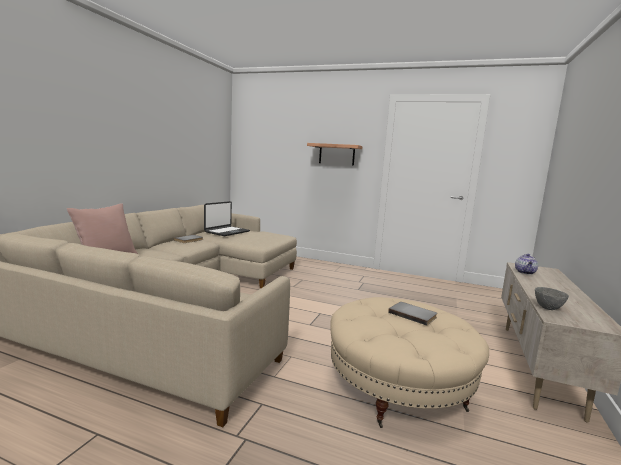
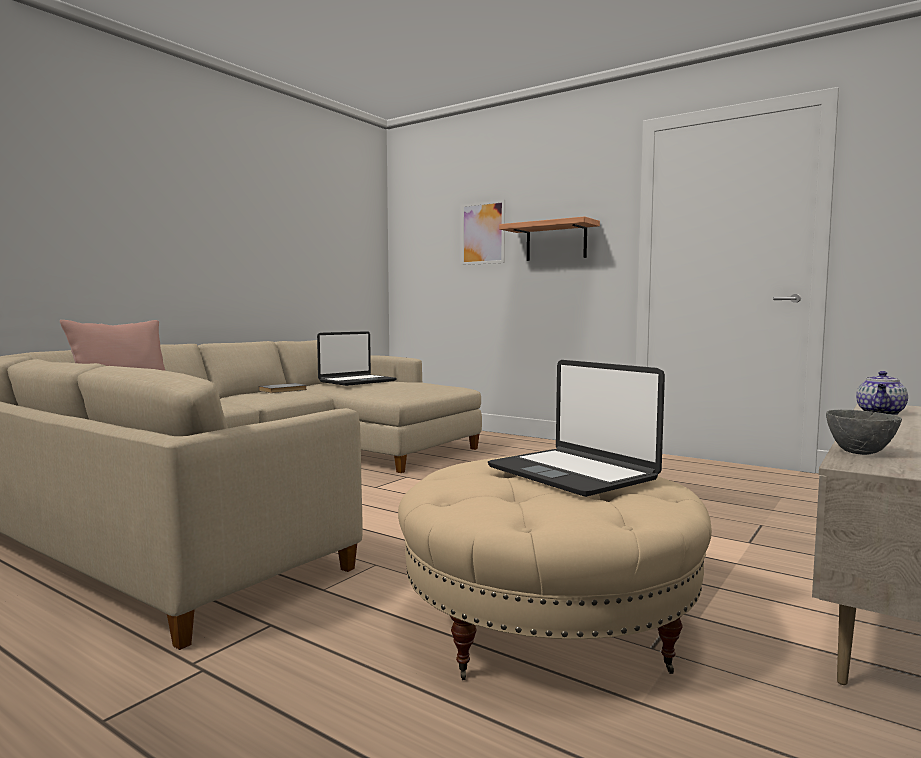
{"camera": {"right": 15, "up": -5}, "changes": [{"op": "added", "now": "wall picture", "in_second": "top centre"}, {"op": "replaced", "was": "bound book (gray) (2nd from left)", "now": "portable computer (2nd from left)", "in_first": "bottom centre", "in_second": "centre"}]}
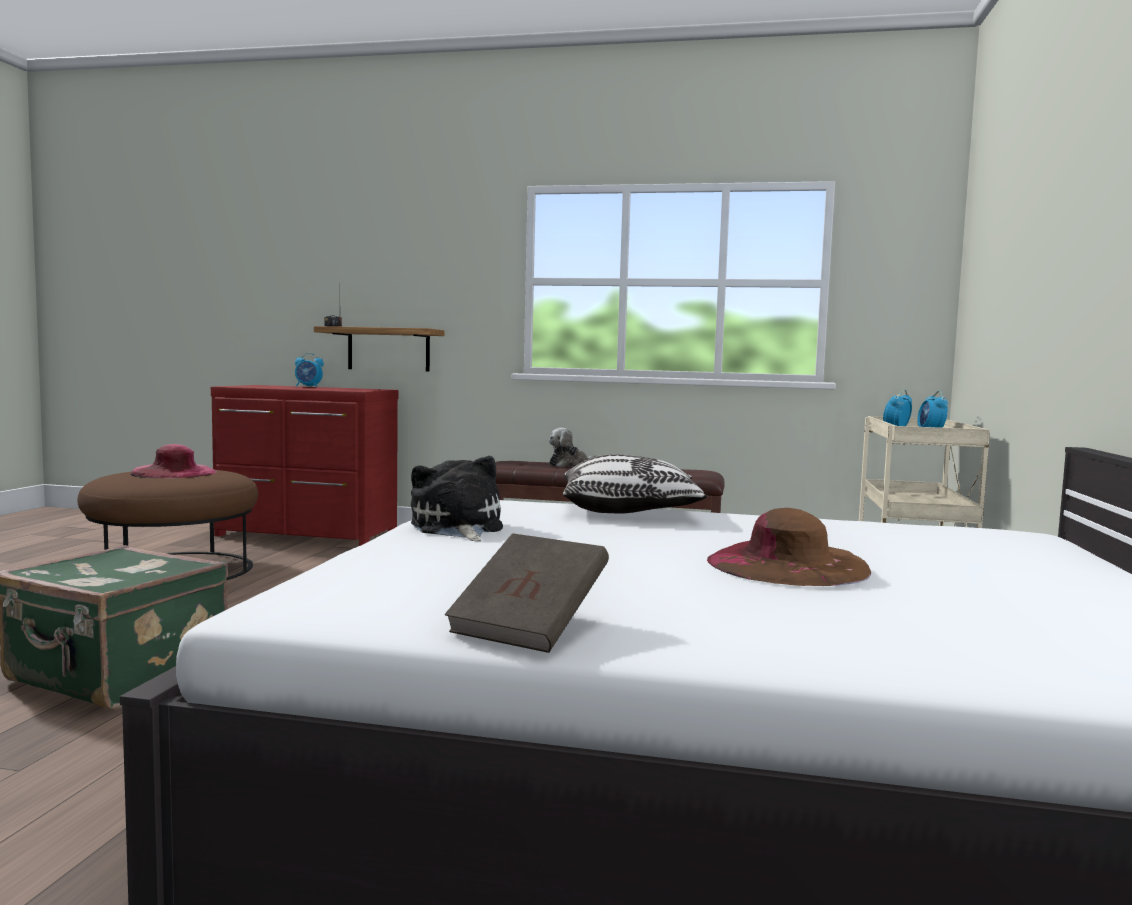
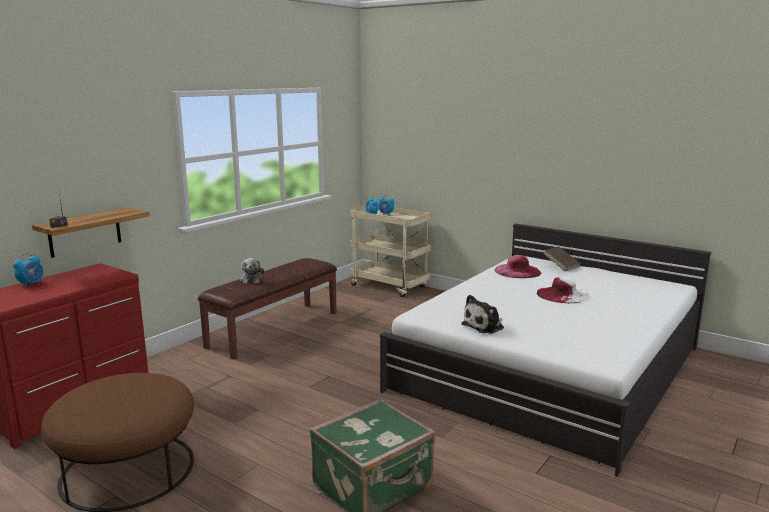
{"camera": {"right": -65, "up": 10}, "changes": [{"op": "turned", "was": "cuddly toy (1st from left in the first image)", "in_first": "centre", "in_second": "centre", "clockwise": -45}, {"op": "moved", "was": "clothing hat (pinkish)", "in_first": "middle left", "in_second": "middle right"}, {"op": "recoloured", "was": "clothing hat (brownish)", "now": "clothing hat (white-coloured)", "in_first": "middle right", "in_second": "middle right"}, {"op": "moved", "was": "bound book (brownish)", "in_first": "centre", "in_second": "middle right"}, {"op": "removed", "was": "throw pillow", "in_first": "centre"}]}
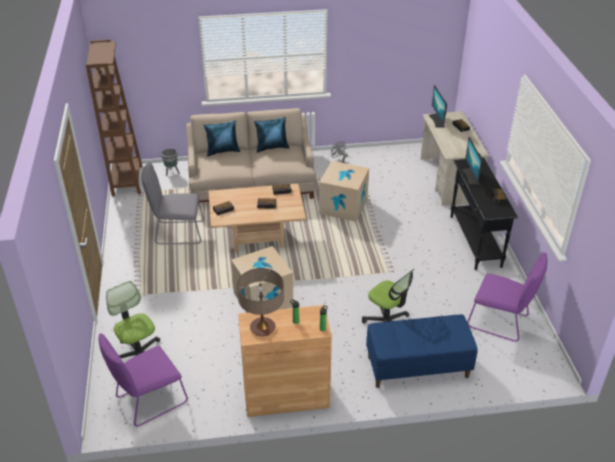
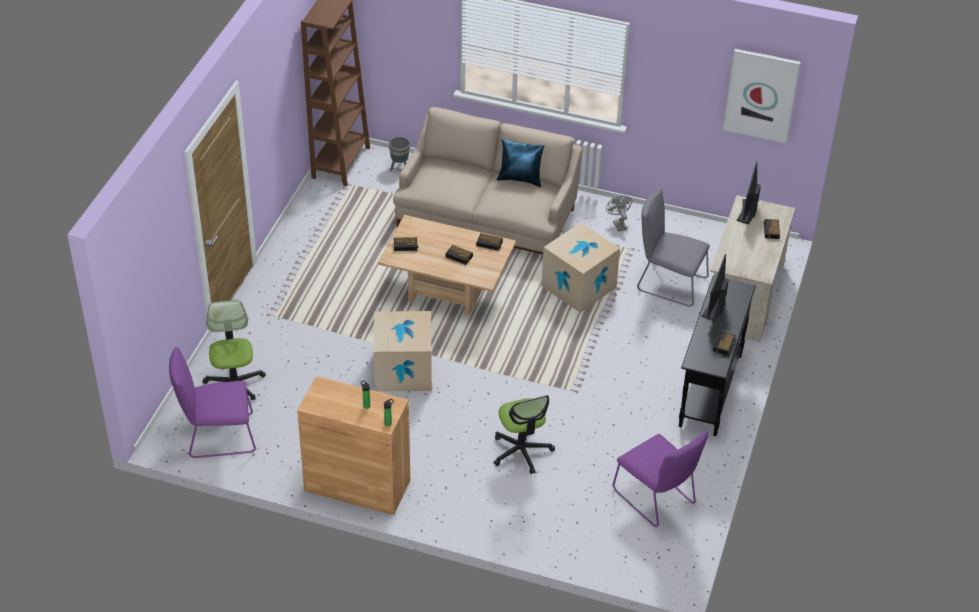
{"camera": {"right": 25, "up": 5}, "changes": [{"op": "moved", "was": "upright chair (gray)", "in_first": "middle left", "in_second": "middle right"}, {"op": "added", "now": "wall picture", "in_second": "top right"}, {"op": "removed", "was": "throw pillow (bluish) (1st from left)", "in_first": "top centre"}, {"op": "removed", "was": "table lamp", "in_first": "centre"}, {"op": "removed", "was": "long seat (bluish)", "in_first": "bottom right"}]}
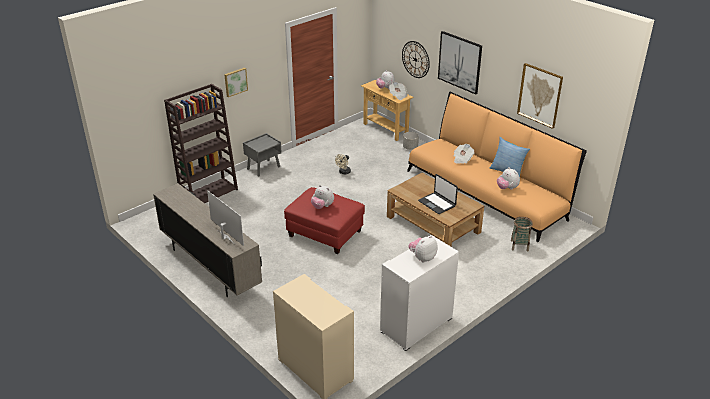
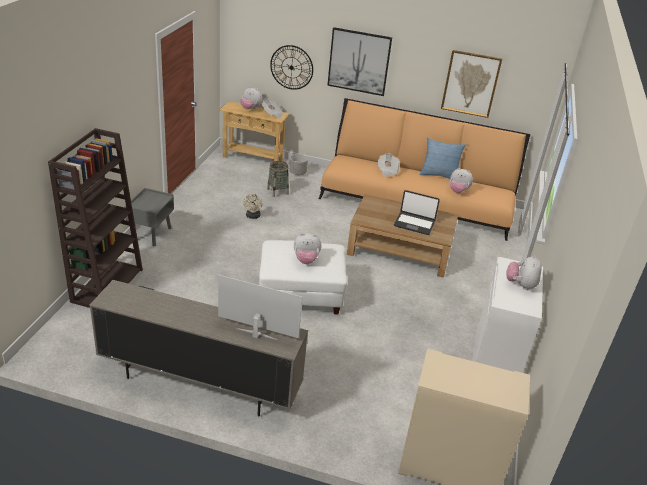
{"camera": {"right": -35, "up": 0}, "changes": [{"op": "recoloured", "was": "ottoman (red-coloured)", "now": "ottoman (white-coloured)", "in_first": "centre", "in_second": "centre"}, {"op": "moved", "was": "basket", "in_first": "middle right", "in_second": "centre"}, {"op": "removed", "was": "wall picture (1st from left)", "in_first": "top left"}]}
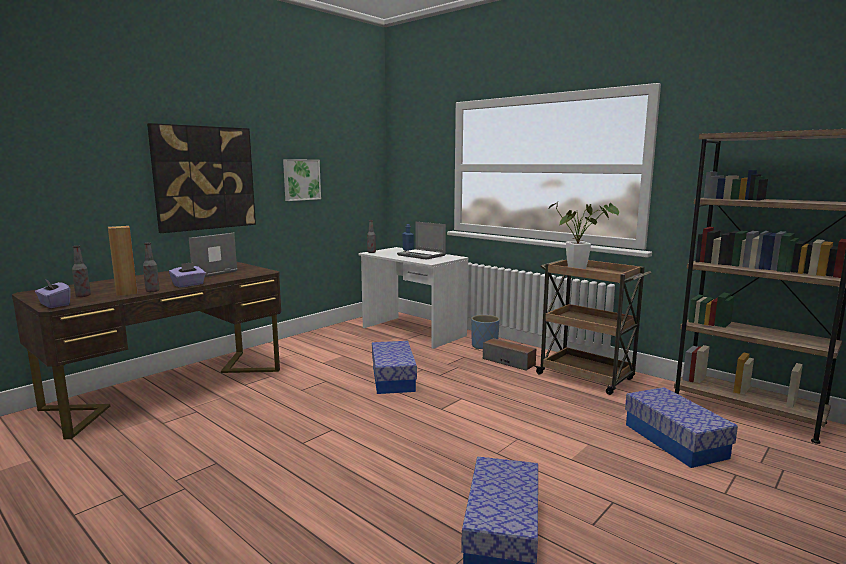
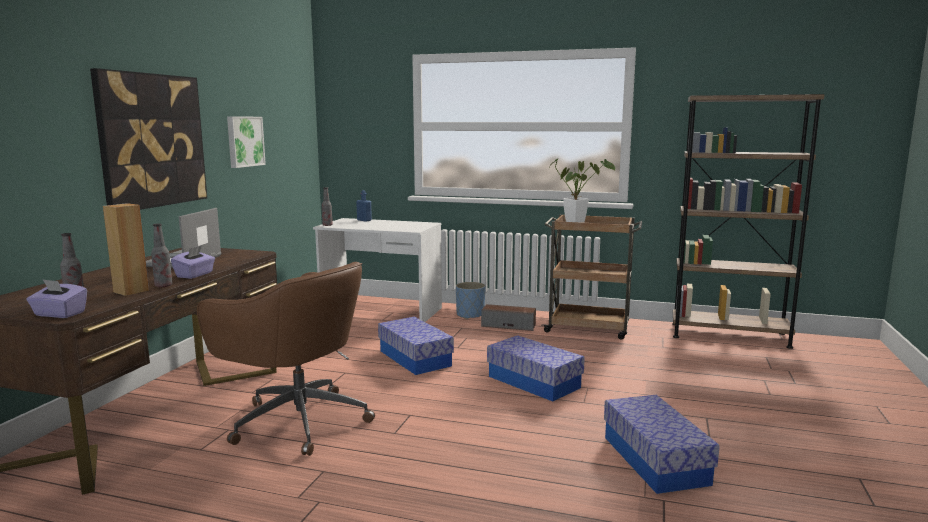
{"camera": {"right": -25, "up": 0}, "changes": [{"op": "added", "now": "computer chair (brownish)", "in_second": "bottom left"}, {"op": "moved", "was": "storage bin (3rd from left in the first image)", "now": "storage bin (2nd from left)", "in_first": "bottom right", "in_second": "bottom centre"}, {"op": "removed", "was": "portable computer (2nd from left)", "in_first": "centre"}]}
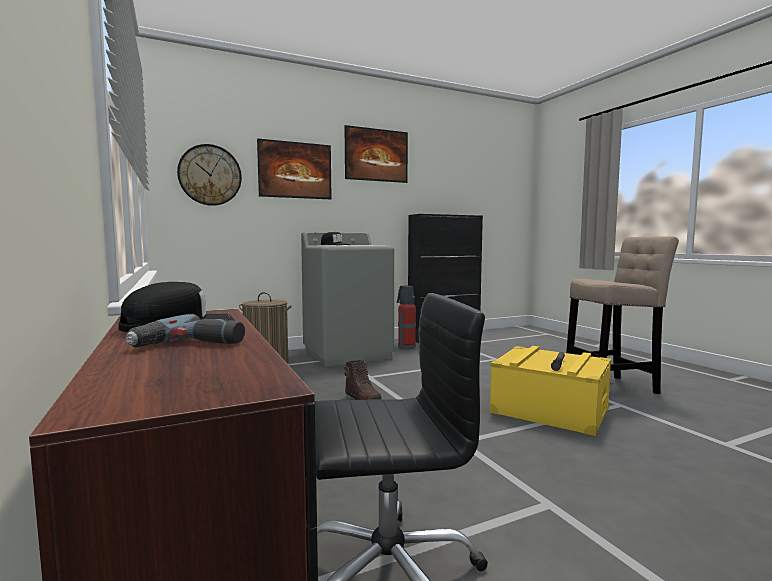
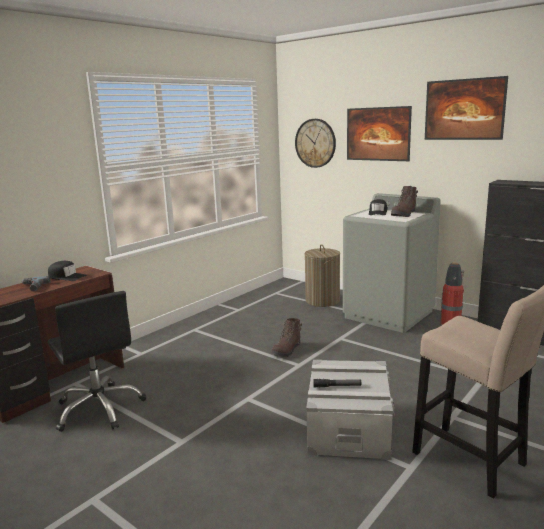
{"camera": {"right": 65, "up": 10}, "changes": [{"op": "recoloured", "was": "storage bin (yellowish)", "now": "storage bin (gray)", "in_first": "bottom right", "in_second": "bottom centre"}, {"op": "added", "now": "boot (brownish) (2nd from left)", "in_second": "middle right"}]}
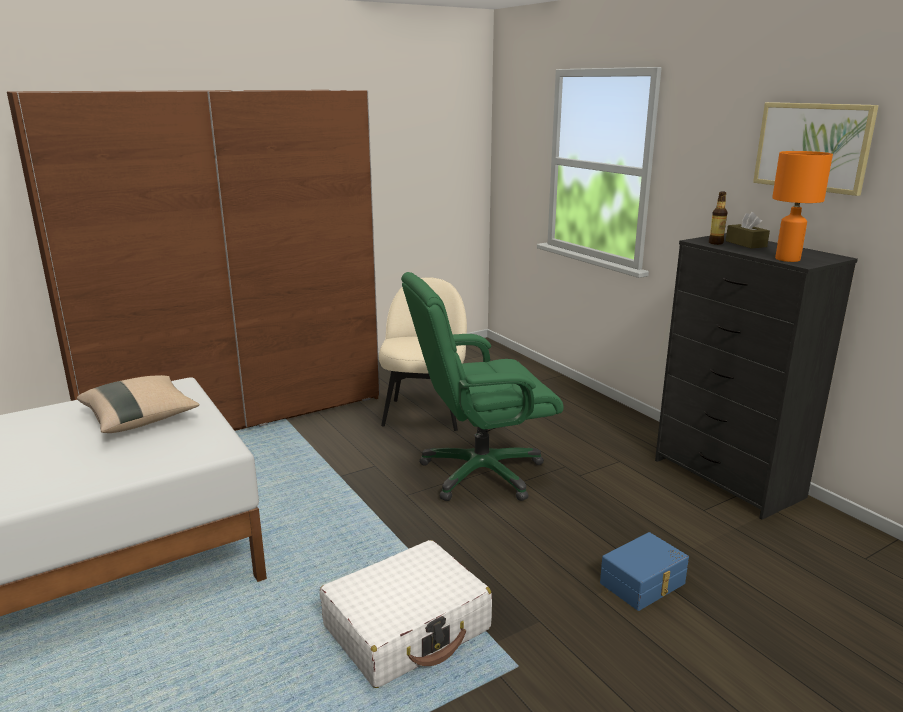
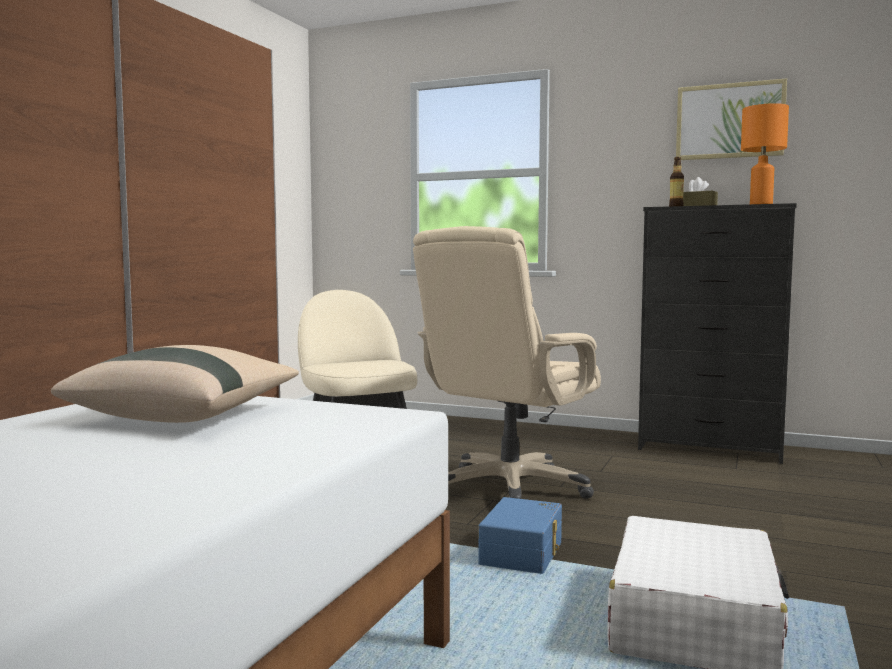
{"camera": {"right": -35, "up": -15}, "changes": [{"op": "recoloured", "was": "computer chair (greenish)", "now": "computer chair (sand-coloured)", "in_first": "centre", "in_second": "centre"}, {"op": "moved", "was": "storage bin (bluish)", "in_first": "bottom right", "in_second": "bottom centre"}]}
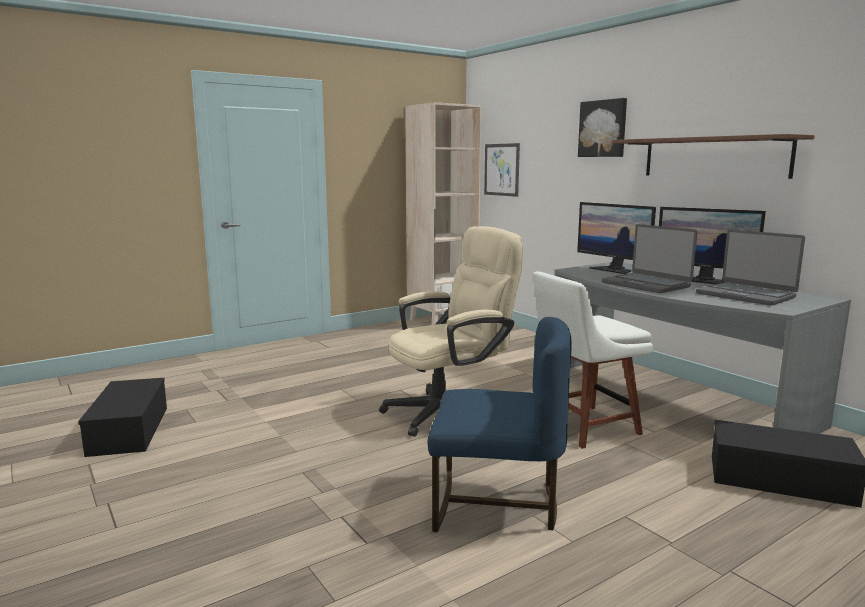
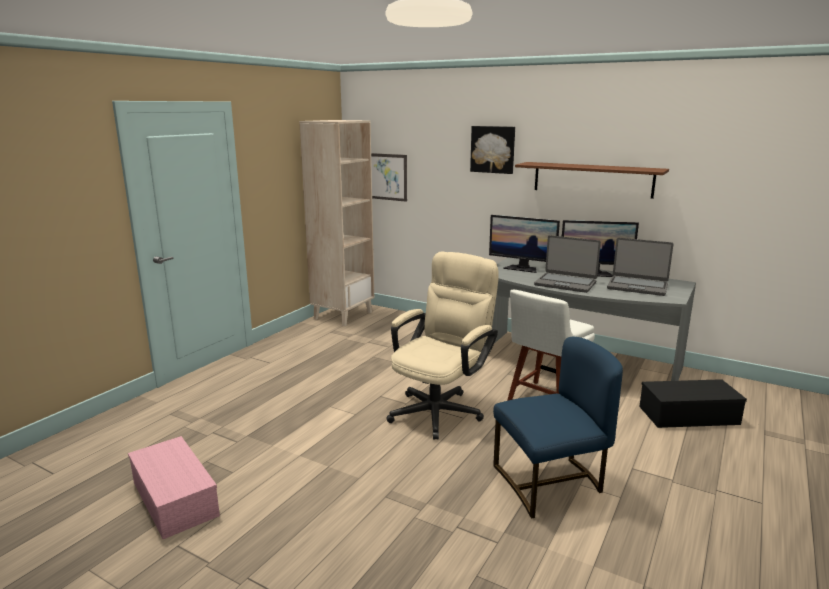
{"camera": {"right": -25, "up": 5}, "changes": [{"op": "recoloured", "was": "storage bin (black-coloured) (1st from left)", "now": "storage bin (pinkish)", "in_first": "bottom left", "in_second": "bottom left"}]}
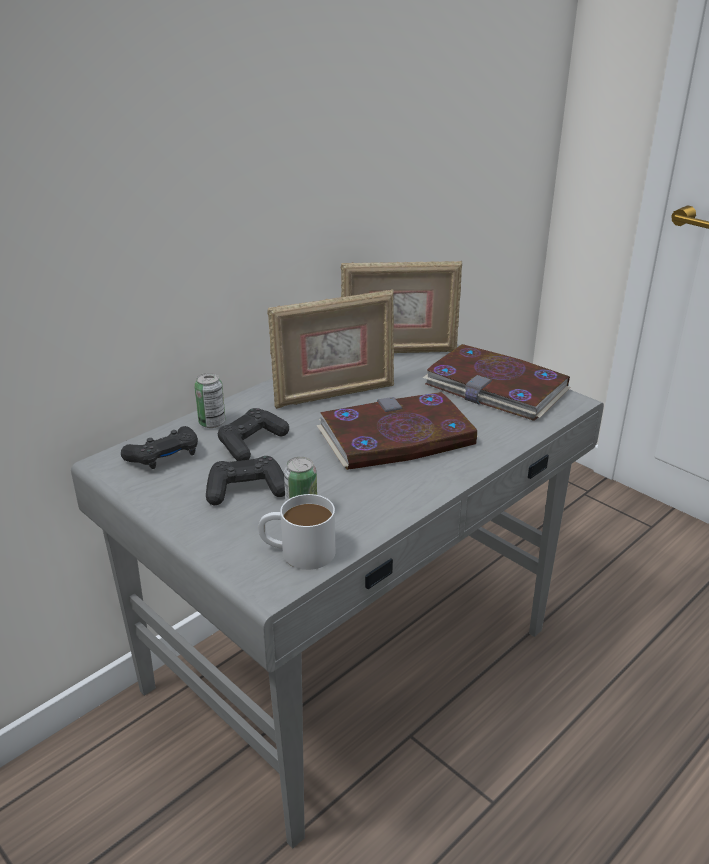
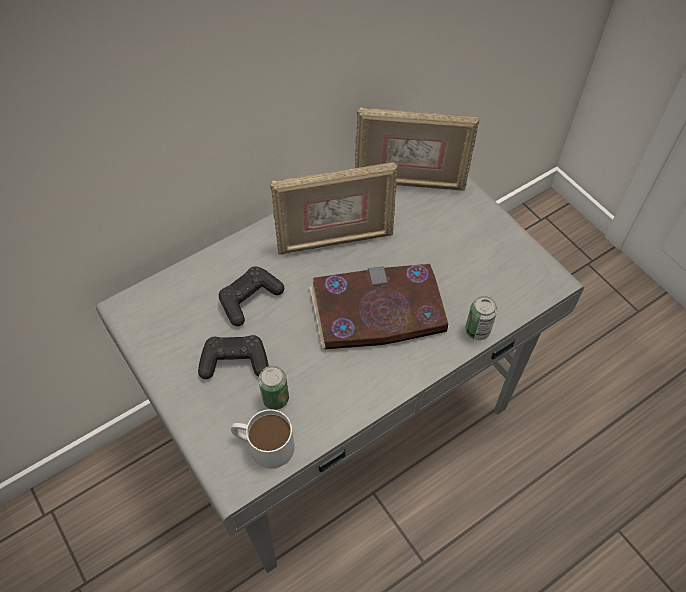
{"camera": {"right": 10, "up": 25}, "changes": [{"op": "moved", "was": "metal can (1st from left in the first image)", "now": "metal can (2nd from left)", "in_first": "middle left", "in_second": "middle right"}, {"op": "removed", "was": "gamepad (black-coloured) (1st from left)", "in_first": "middle left"}, {"op": "removed", "was": "bound book (2nd from left)", "in_first": "middle right"}]}
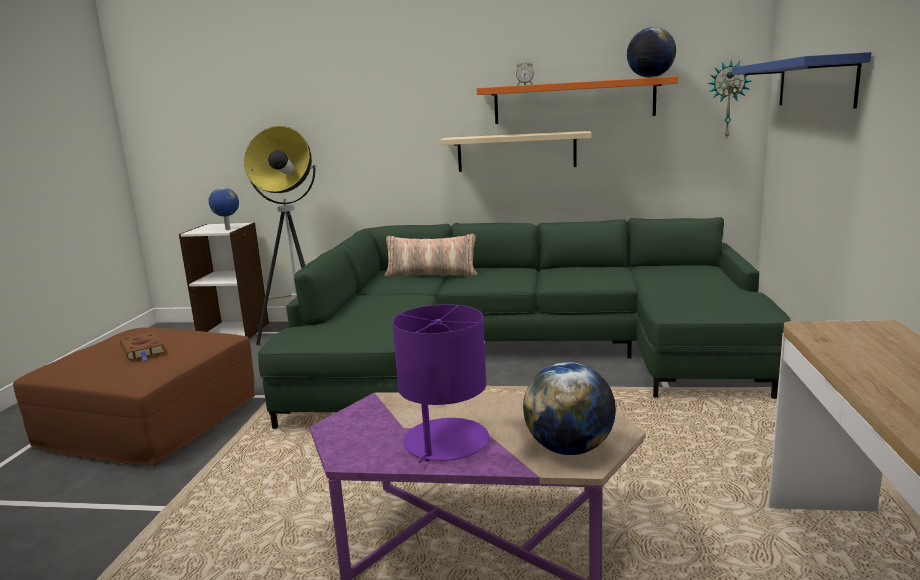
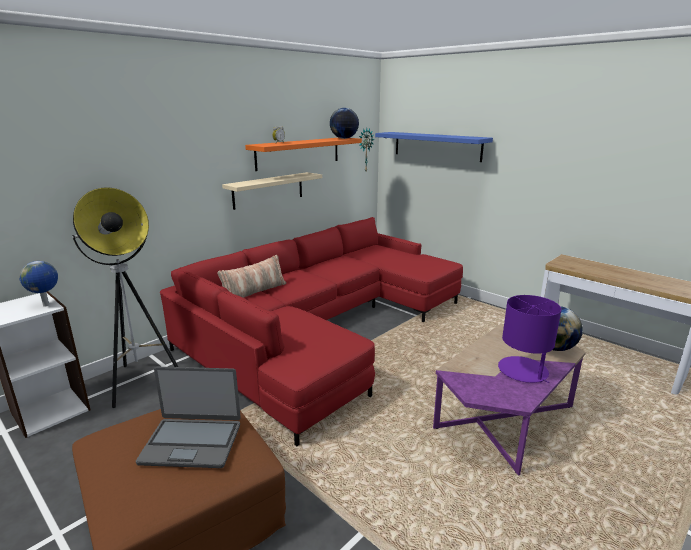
{"camera": {"right": -55, "up": 5}, "changes": [{"op": "replaced", "was": "bound book (brownish)", "now": "portable computer", "in_first": "middle left", "in_second": "bottom left"}, {"op": "recoloured", "was": "sofa (greenish)", "now": "sofa (red-coloured)", "in_first": "centre", "in_second": "centre"}]}
